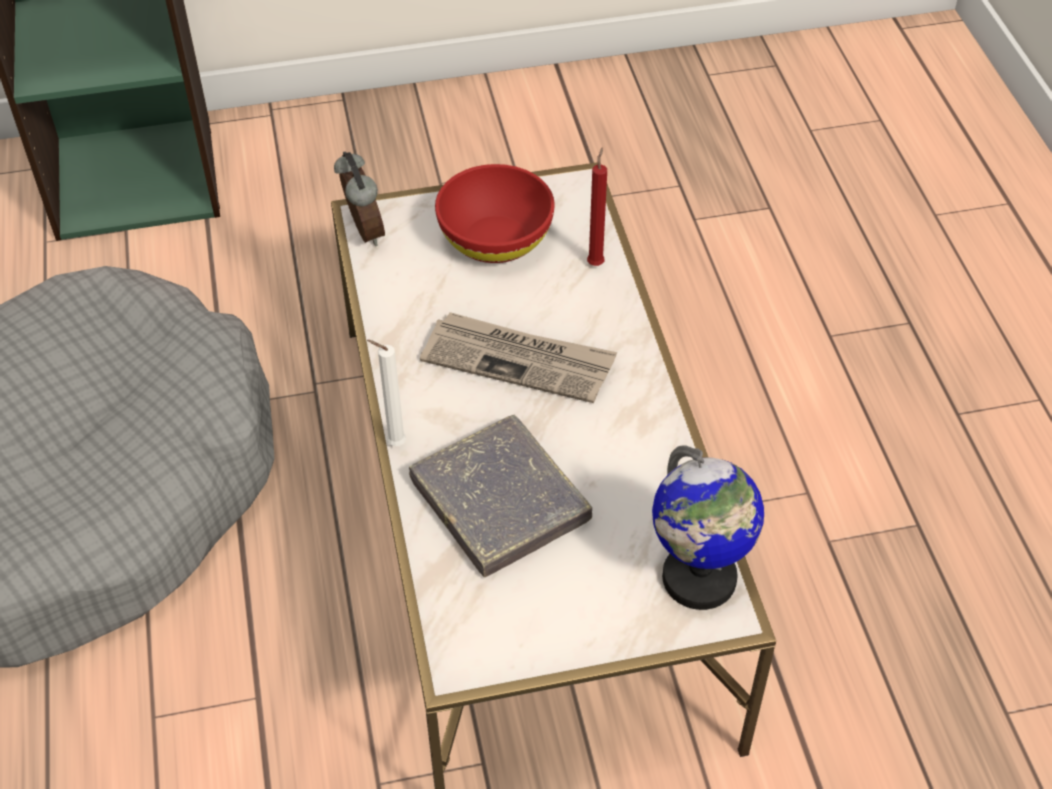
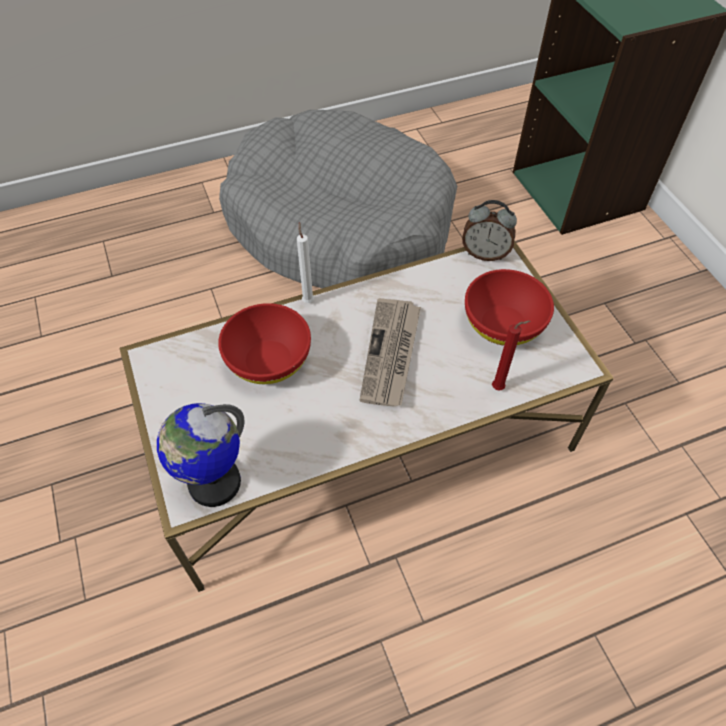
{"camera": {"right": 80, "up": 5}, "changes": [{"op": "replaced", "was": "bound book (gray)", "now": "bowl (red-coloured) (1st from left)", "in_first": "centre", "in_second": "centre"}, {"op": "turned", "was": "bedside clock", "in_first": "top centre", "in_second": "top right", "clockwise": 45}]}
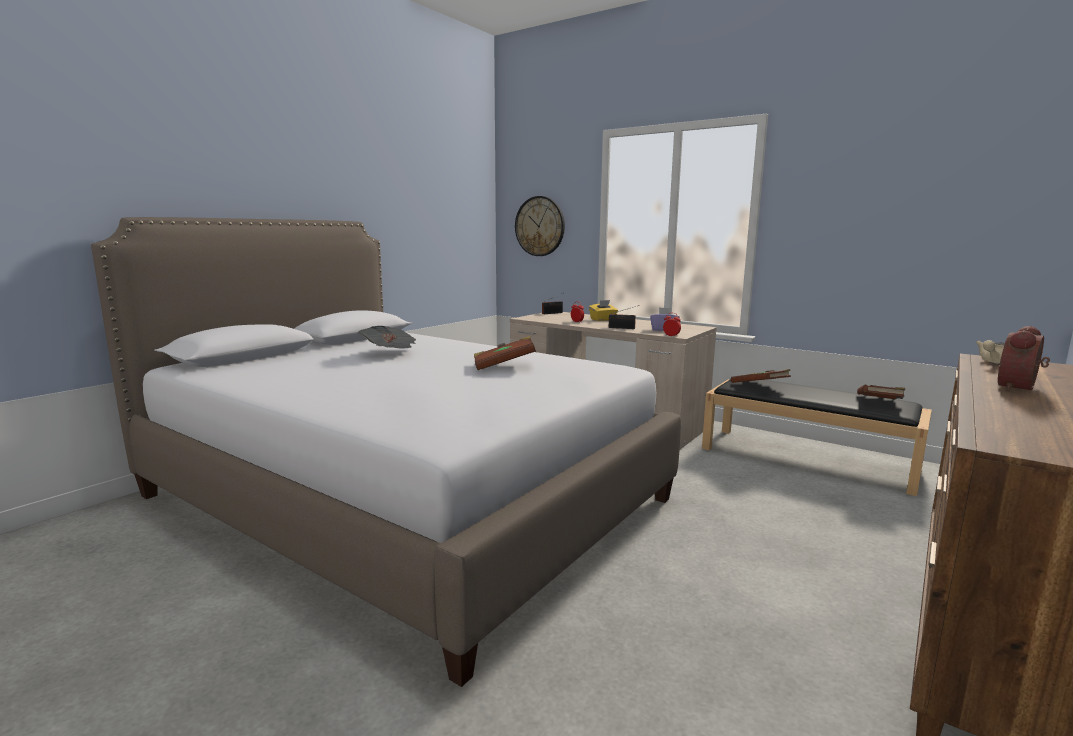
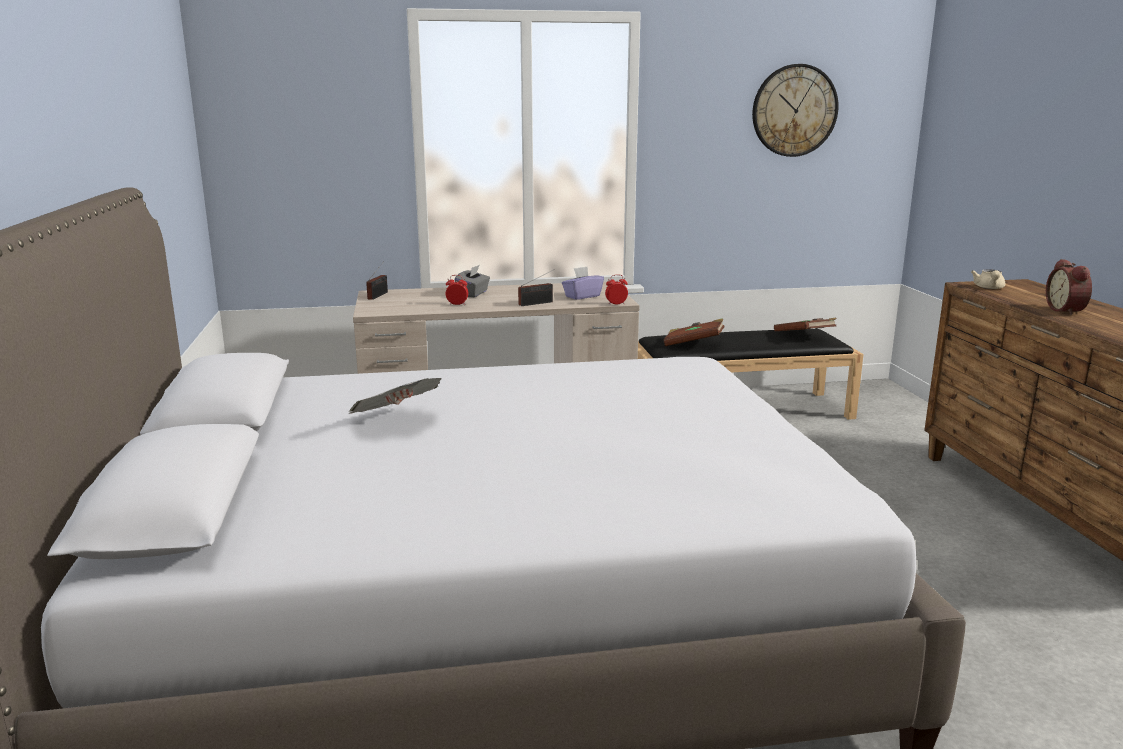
{"camera": {"right": -45, "up": 5}, "changes": [{"op": "recoloured", "was": "tissue box (yellowish)", "now": "tissue box (gray)", "in_first": "centre", "in_second": "centre"}, {"op": "moved", "was": "clock on the wall", "in_first": "top centre", "in_second": "top right"}, {"op": "removed", "was": "bound book (brownish) (1st from left)", "in_first": "centre"}]}
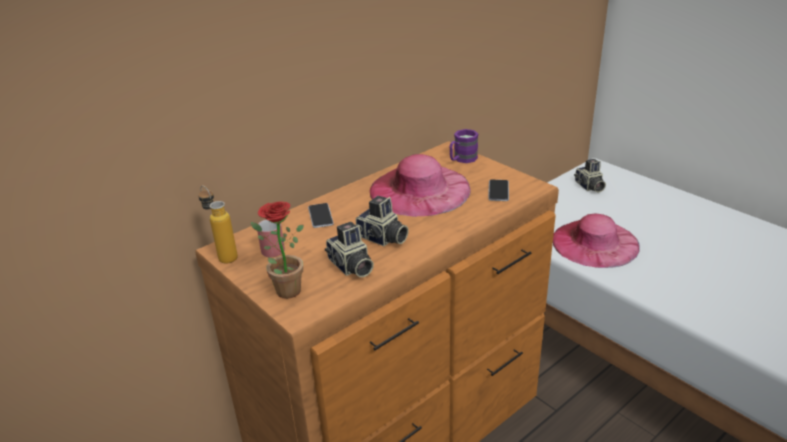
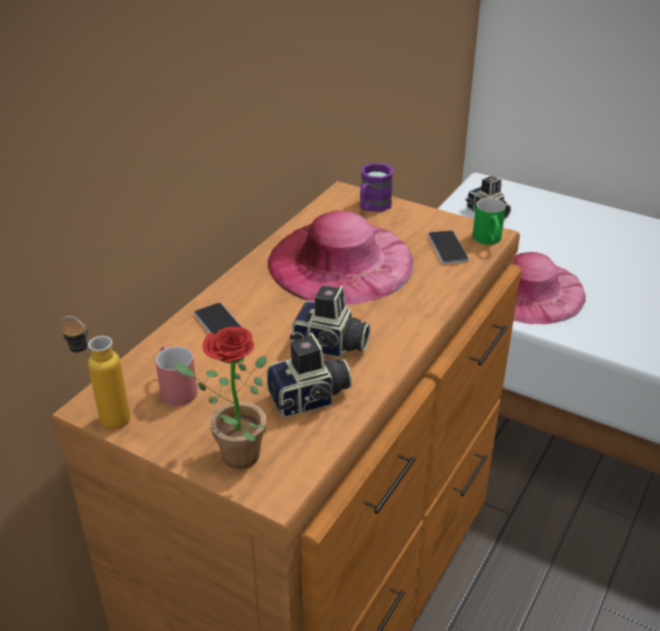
{"camera": {"right": -20, "up": 5}, "changes": [{"op": "turned", "was": "still camera (1st from left)", "in_first": "centre", "in_second": "centre", "clockwise": -60}, {"op": "added", "now": "tea mug (greenish)", "in_second": "middle right"}]}
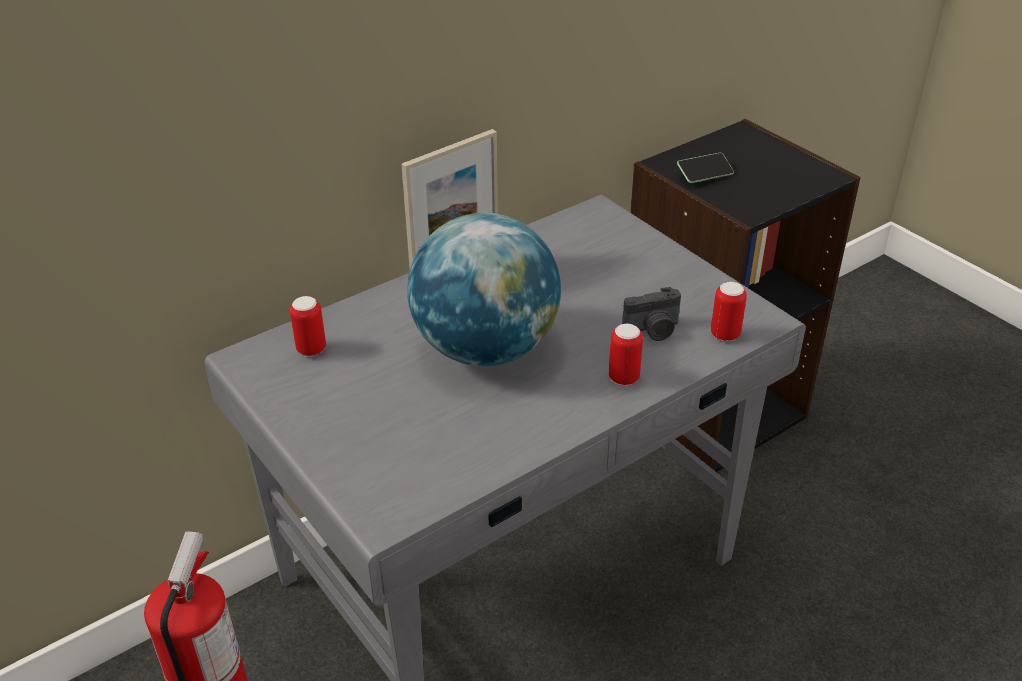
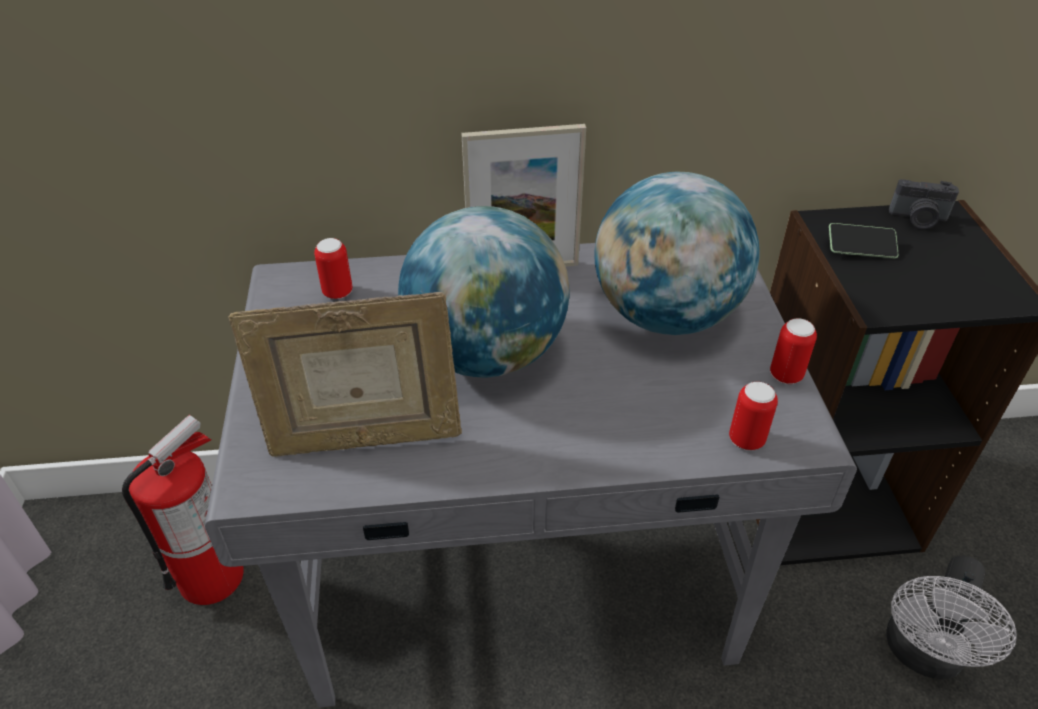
{"camera": {"right": 30, "up": 5}, "changes": [{"op": "added", "now": "photo frame (1st from left)", "in_second": "middle left"}, {"op": "added", "now": "globe (2nd from left)", "in_second": "centre"}, {"op": "moved", "was": "metal can (2nd from left in the first image)", "now": "metal can (3rd from left)", "in_first": "centre", "in_second": "middle right"}, {"op": "added", "now": "fan (white-coloured)", "in_second": "bottom right"}, {"op": "moved", "was": "still camera", "in_first": "centre", "in_second": "top right"}]}
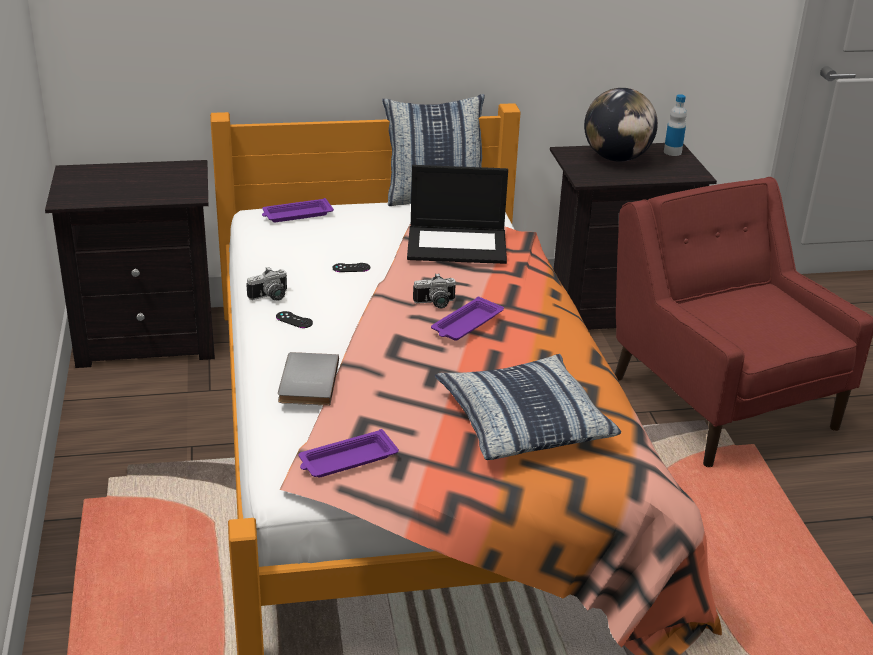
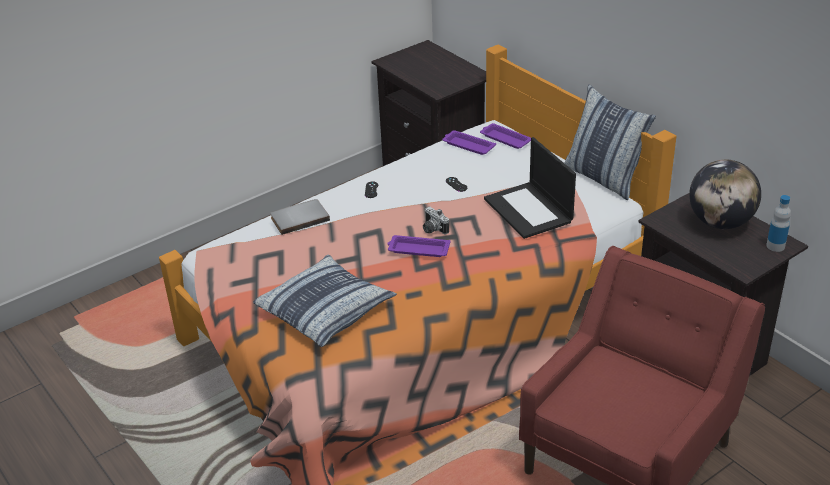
{"camera": {"right": 65, "up": 5}, "changes": [{"op": "moved", "was": "serving tray (purplish) (2nd from left)", "in_first": "bottom centre", "in_second": "top centre"}, {"op": "removed", "was": "still camera (1st from left)", "in_first": "middle left"}]}
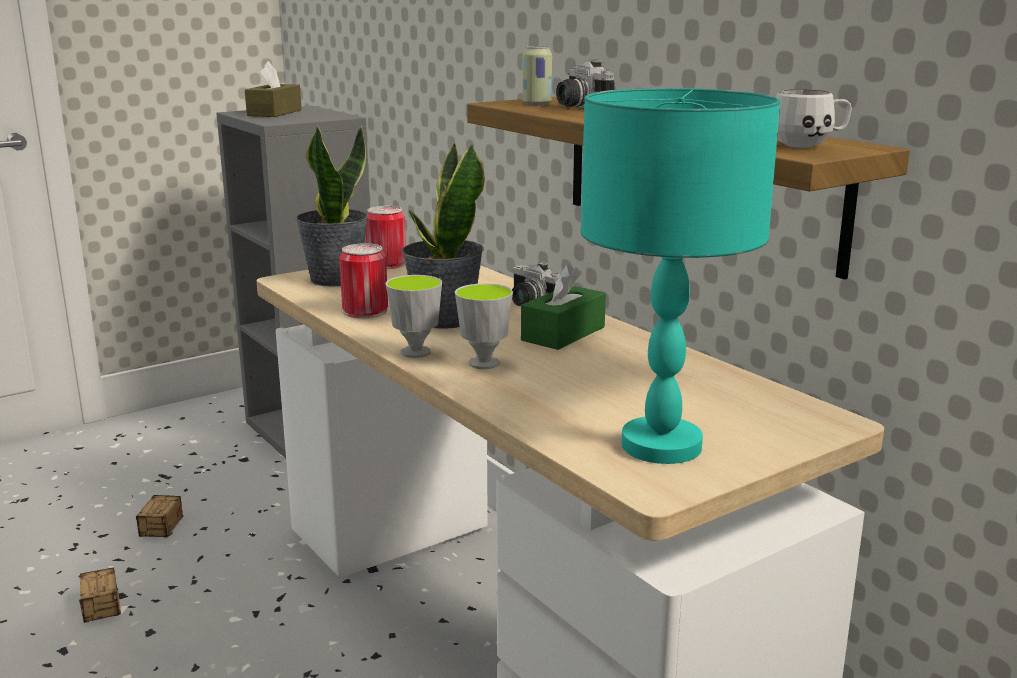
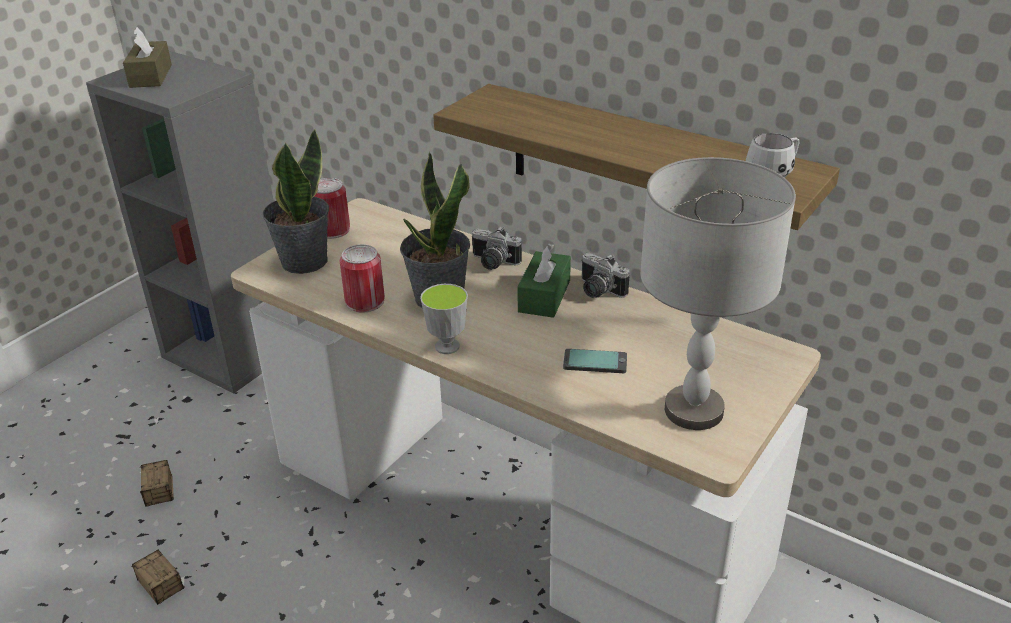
{"camera": {"right": -20, "up": 15}, "changes": [{"op": "added", "now": "phone", "in_second": "centre"}, {"op": "moved", "was": "still camera (2nd from left)", "in_first": "top centre", "in_second": "centre"}, {"op": "recoloured", "was": "table lamp (blue-green)", "now": "table lamp (gray)", "in_first": "middle right", "in_second": "middle right"}, {"op": "removed", "was": "small cup (2nd from left)", "in_first": "centre"}, {"op": "removed", "was": "metal can (3rd from left)", "in_first": "top centre"}]}
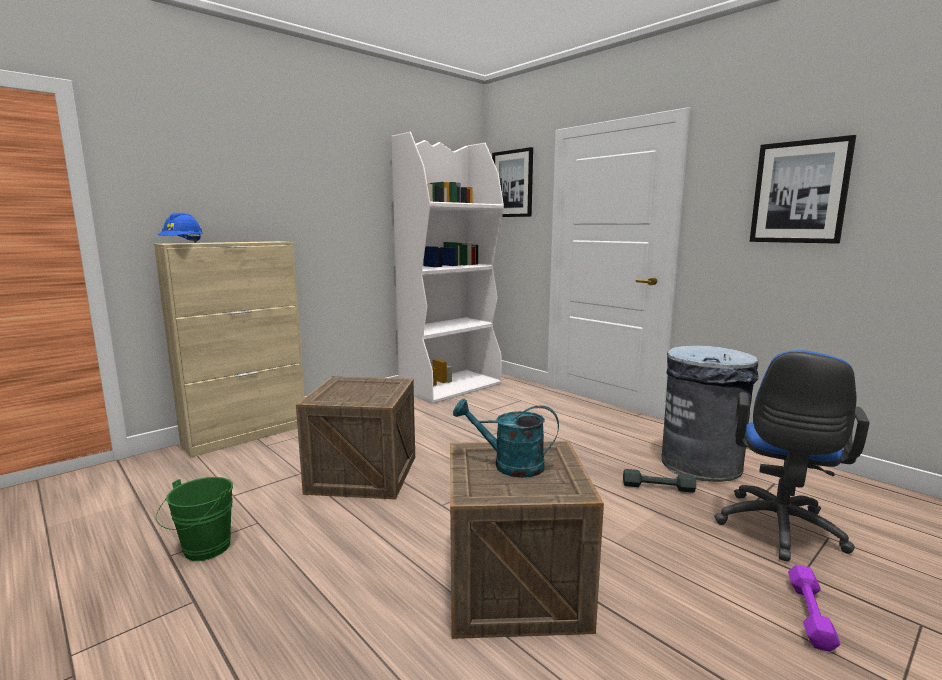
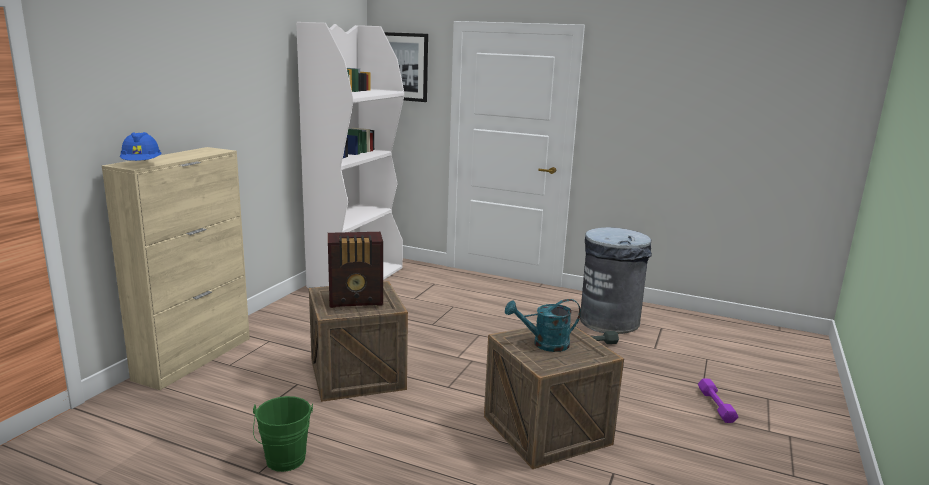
{"camera": {"right": -25, "up": 5}, "changes": [{"op": "added", "now": "radio", "in_second": "centre"}, {"op": "removed", "was": "computer chair (bluish)", "in_first": "bottom right"}, {"op": "removed", "was": "wall picture (2nd from left)", "in_first": "top right"}]}
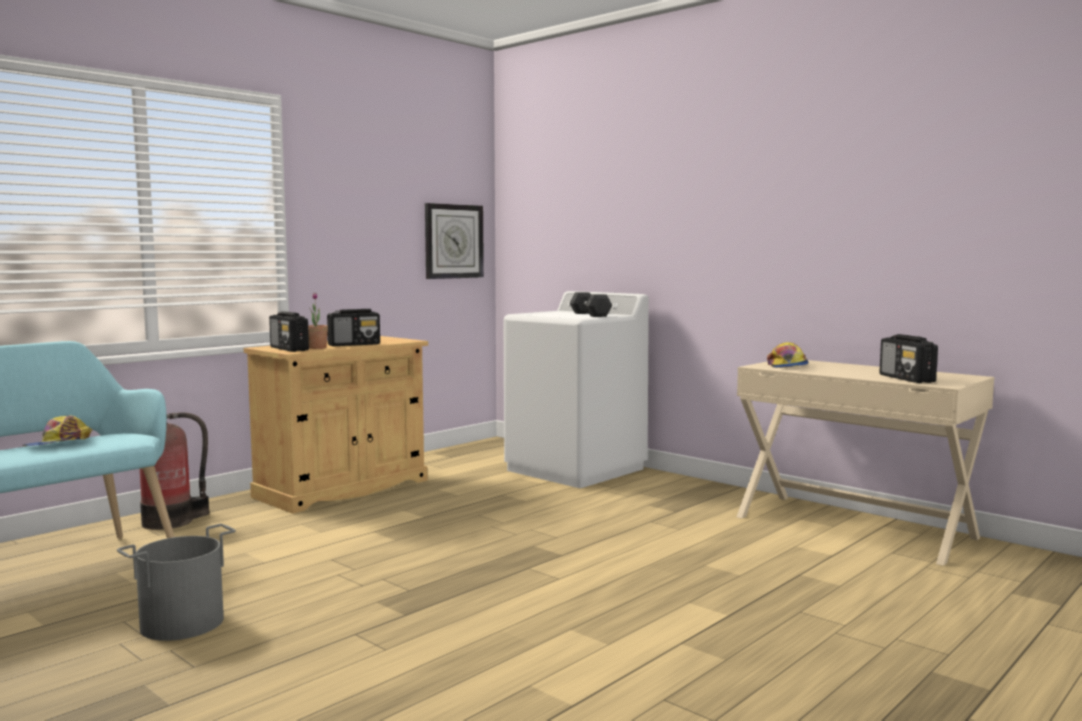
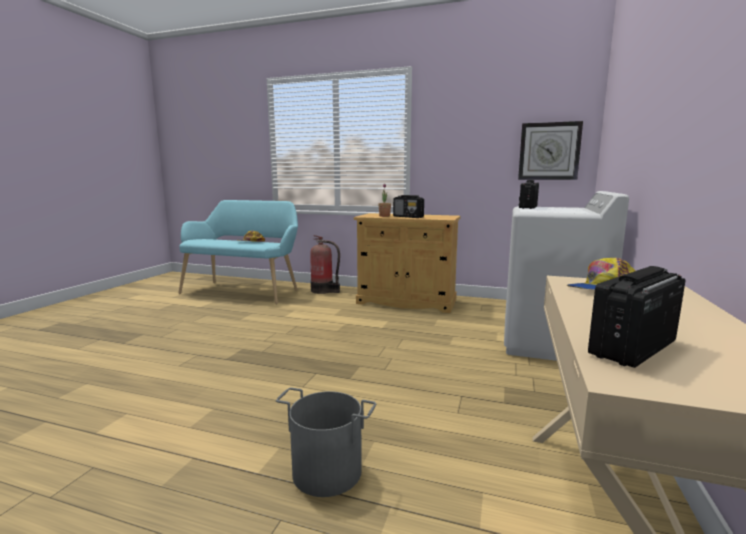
{"camera": {"right": 65, "up": 5}, "changes": [{"op": "moved", "was": "water bucket (gray)", "in_first": "bottom left", "in_second": "bottom centre"}, {"op": "moved", "was": "radio (1st from left in the first image)", "now": "radio (2nd from left)", "in_first": "middle left", "in_second": "middle right"}, {"op": "removed", "was": "free weight (gray)", "in_first": "centre"}]}
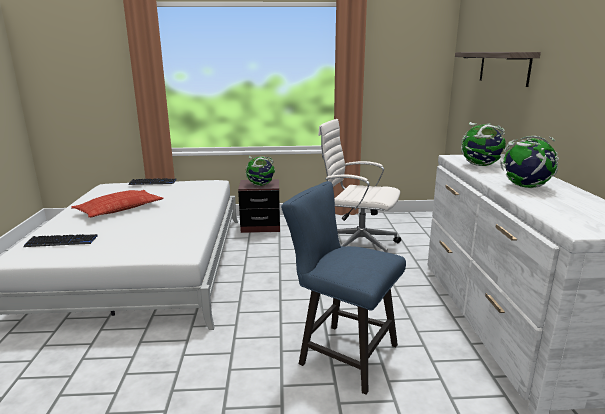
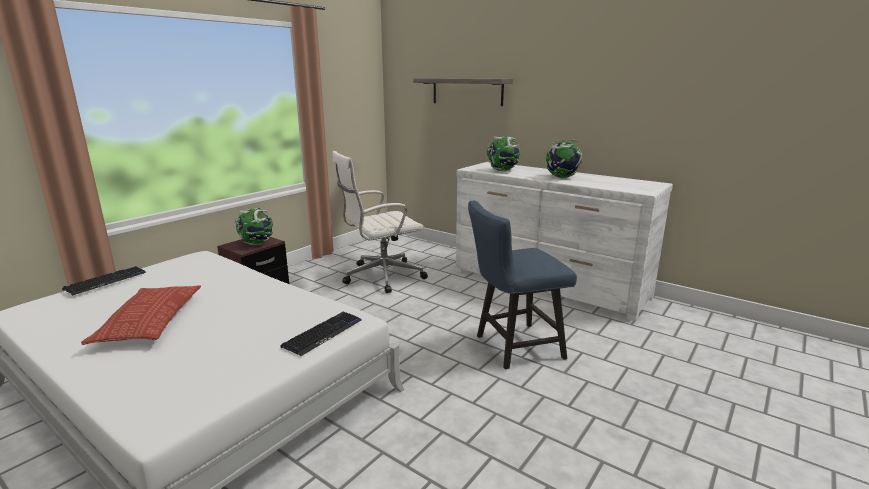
{"camera": {"right": -50, "up": 0}, "changes": [{"op": "moved", "was": "keyboard (1st from left in the first image)", "now": "keyboard (2nd from left)", "in_first": "middle left", "in_second": "bottom centre"}]}
